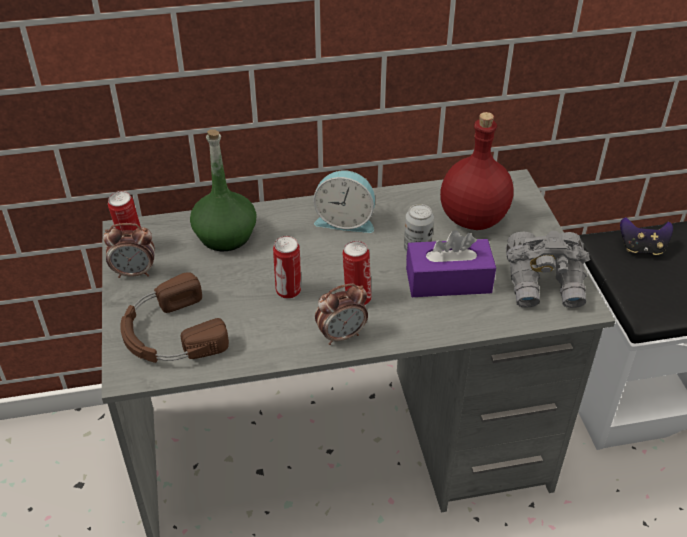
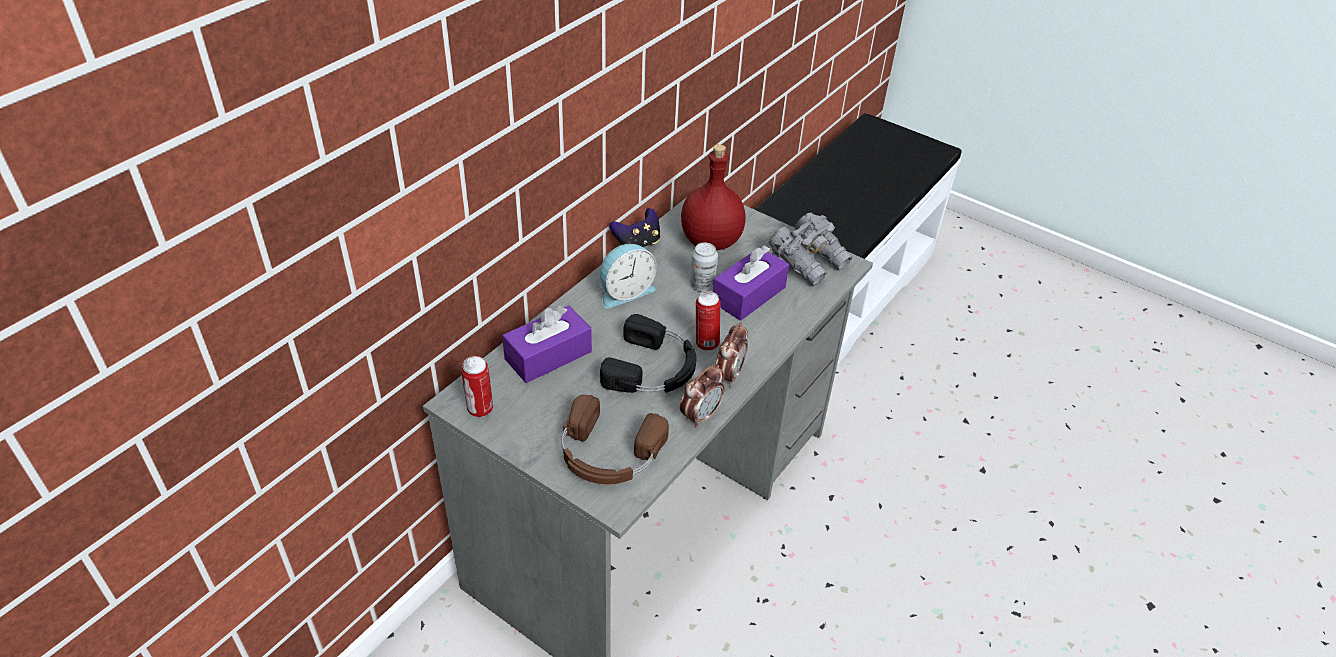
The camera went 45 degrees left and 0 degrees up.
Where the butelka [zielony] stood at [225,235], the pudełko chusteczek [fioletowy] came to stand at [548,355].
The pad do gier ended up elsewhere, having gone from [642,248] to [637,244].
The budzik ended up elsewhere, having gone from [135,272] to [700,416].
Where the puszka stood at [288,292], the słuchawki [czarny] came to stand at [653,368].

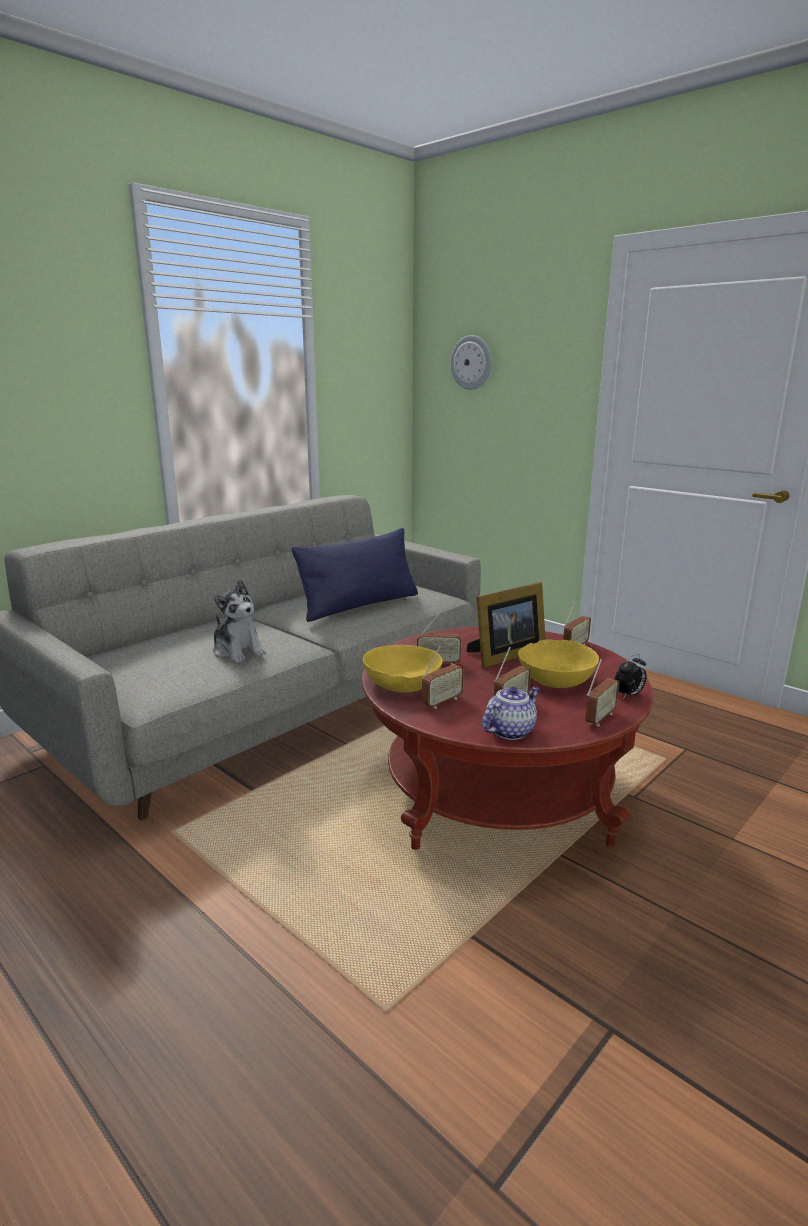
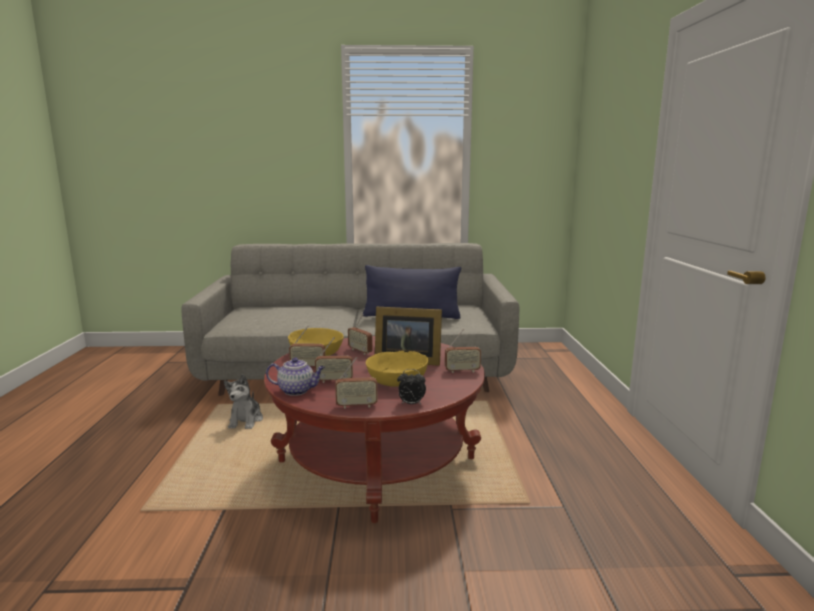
The camera went 45 degrees right and 5 degrees down.
The second view lost the zegar ścienny at [471,362].
The pluszak ended up elsewhere, having gone from [238,651] to [246,421].

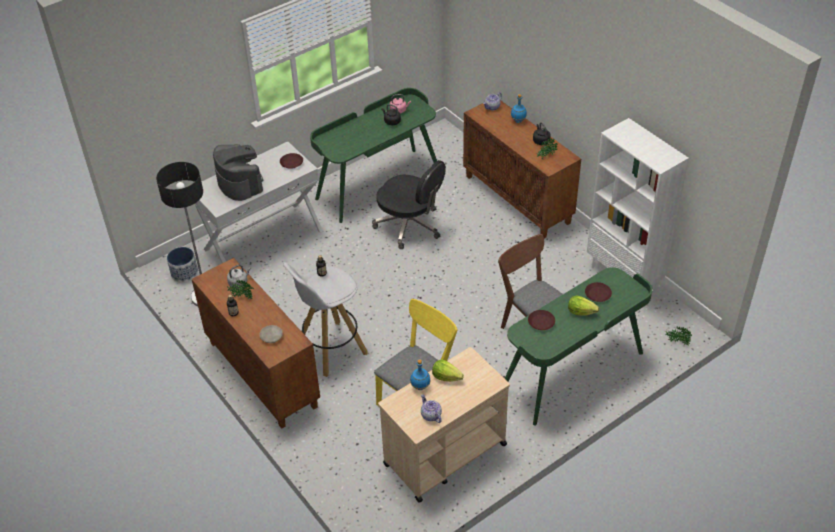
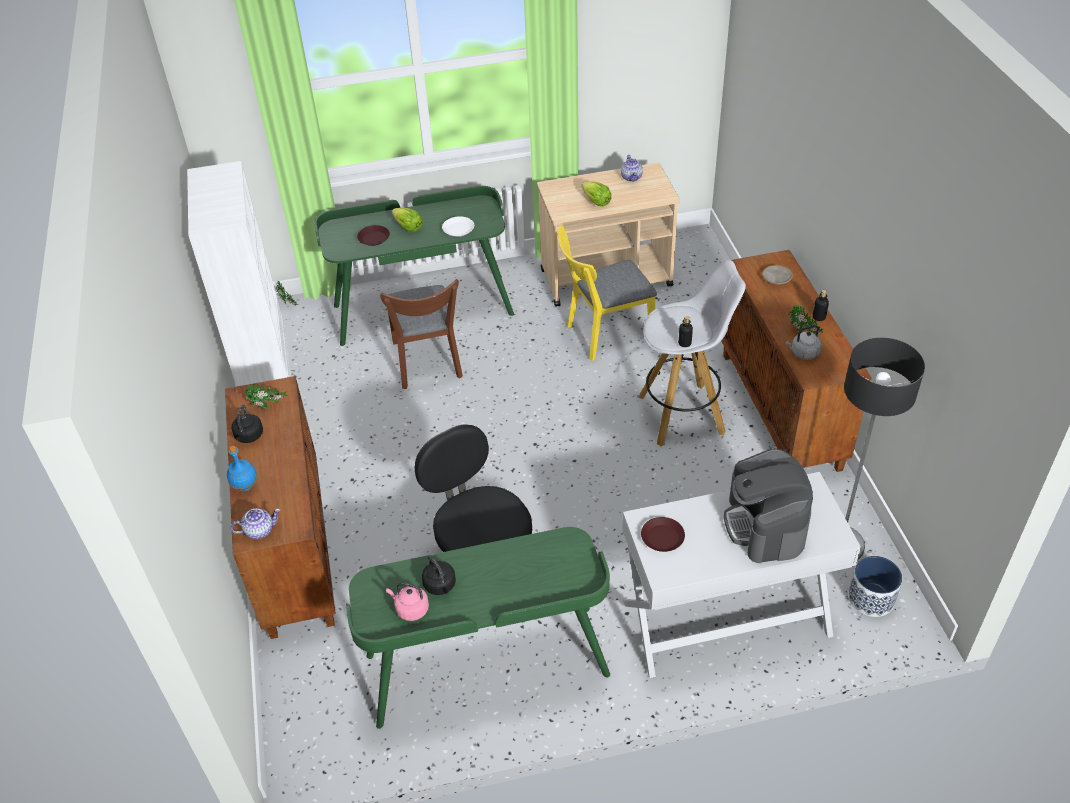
The camera went 155 degrees left and 0 degrees up.
What was the talerz [brązowy] at [541,322] turned into the talerz [biały] at [458,229].
The second view lost the butelka [niebieski] at [420,386].

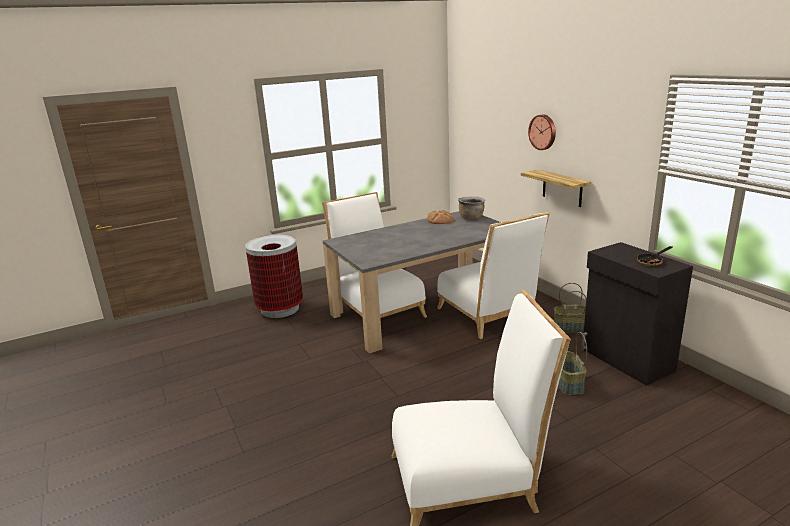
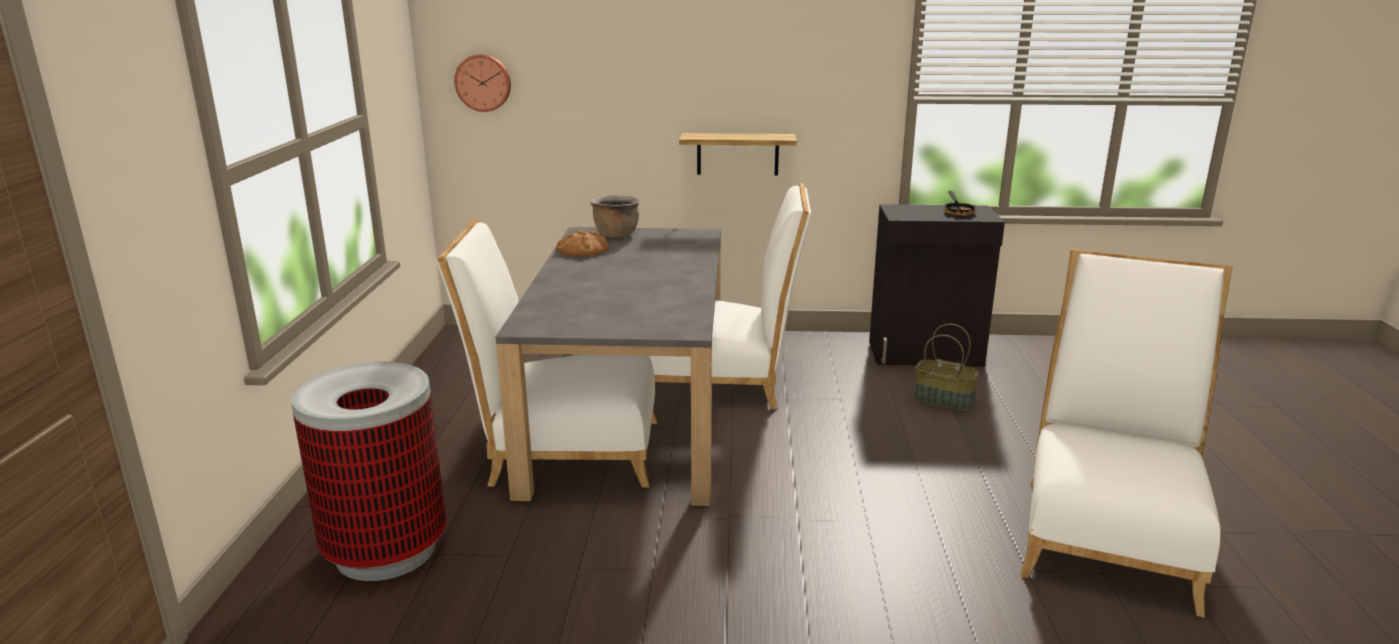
The camera went 60 degrees left and 0 degrees up.
The zegar ścienny ended up elsewhere, having gone from [543,132] to [483,82].
The second view lost the koszyk at [571,328].

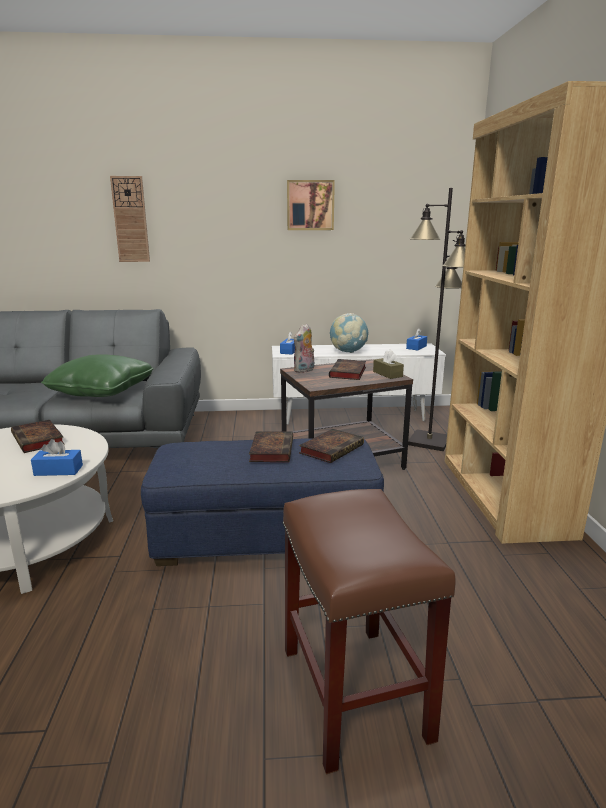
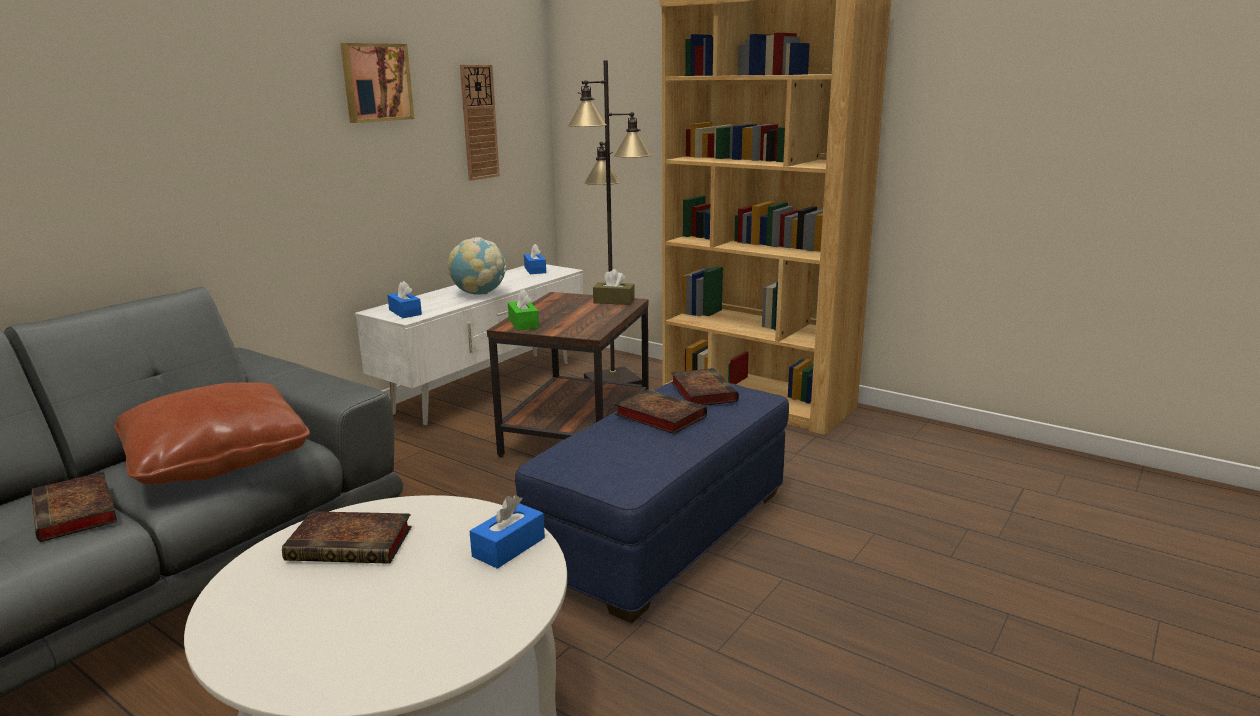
The camera went 50 degrees left and 0 degrees up.
The zegar ścienny ended up elsewhere, having gone from [130,219] to [479,122].
Where the pluszak stood at [304,370], the pudełko chusteczek [zielony] came to stand at [523,323].
What was the poduszka [zielony] at [102,391] turned into the poduszka [brązowy] at [217,459].
The książka ended up elsewhere, having gone from [348,373] to [77,513].
The second view lost the stołek [brązowy] at [355,693].

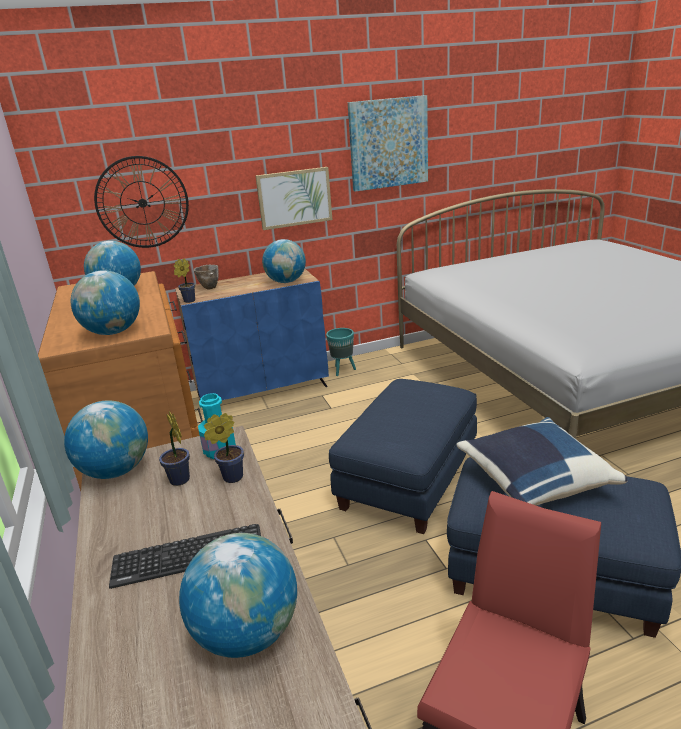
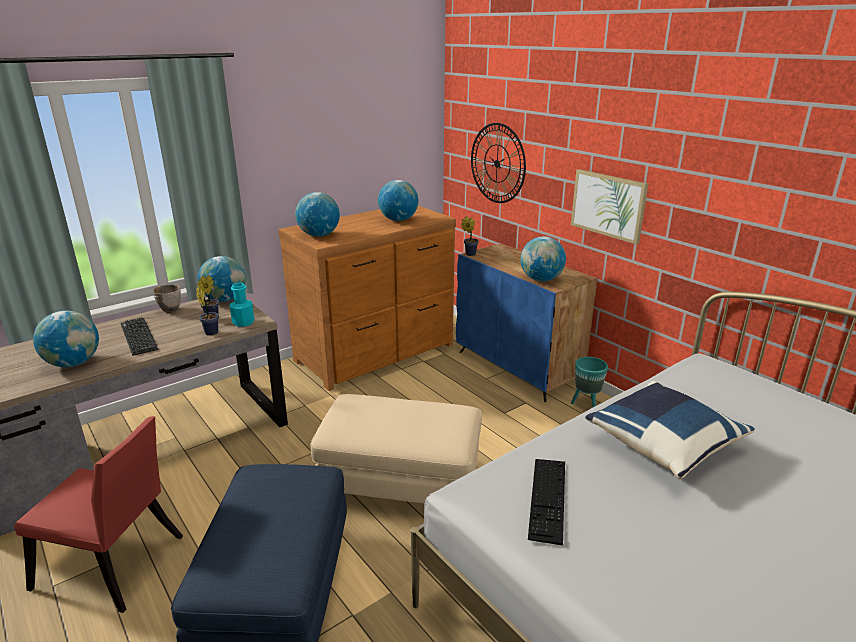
The camera went 70 degrees right and 0 degrees up.
The second view lost the obraz at [388,143].
The miska ended up elsewhere, having gone from [209,287] to [171,310].
What was the pufa [niebieski] at [409,477] turned into the pufa [beżowy] at [401,482].
The poduszka [niebieski] ended up elsewhere, having gone from [533,481] to [662,444].
The second view gained the klawiatura at [547,498].

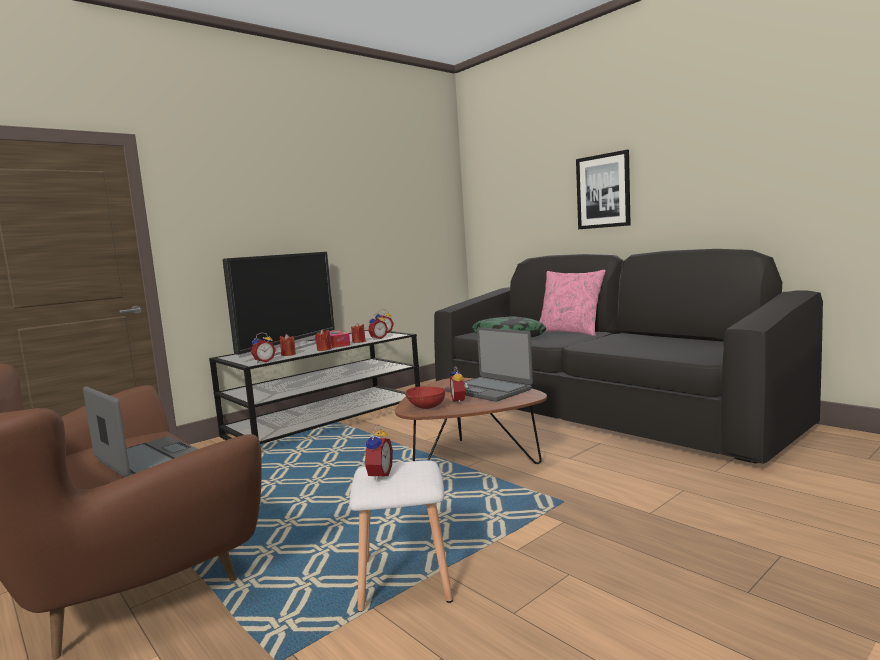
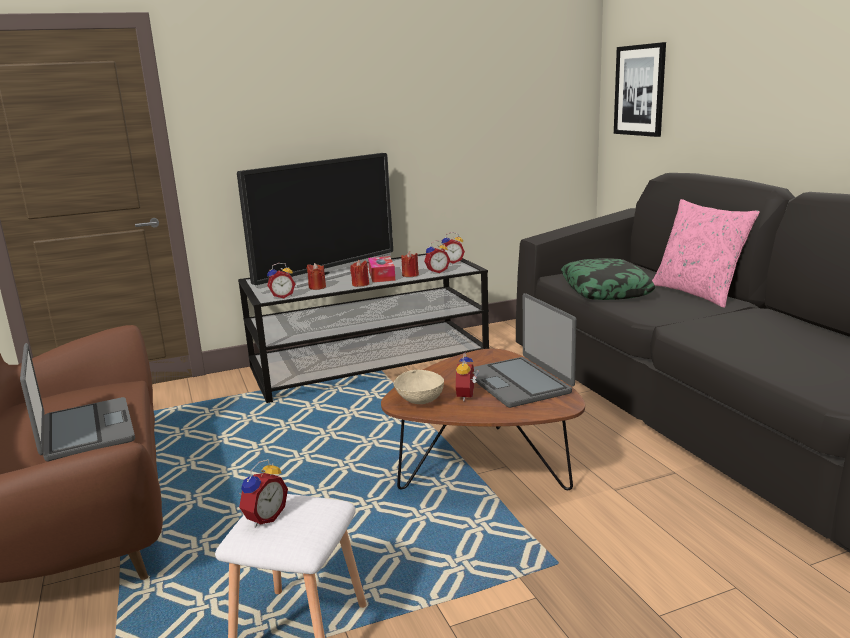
The camera went 20 degrees right and 10 degrees up.
The obraz ended up elsewhere, having gone from [603,191] to [640,90].
What was the miska [czerwony] at [425,407] turned into the miska [beżowy] at [419,400].

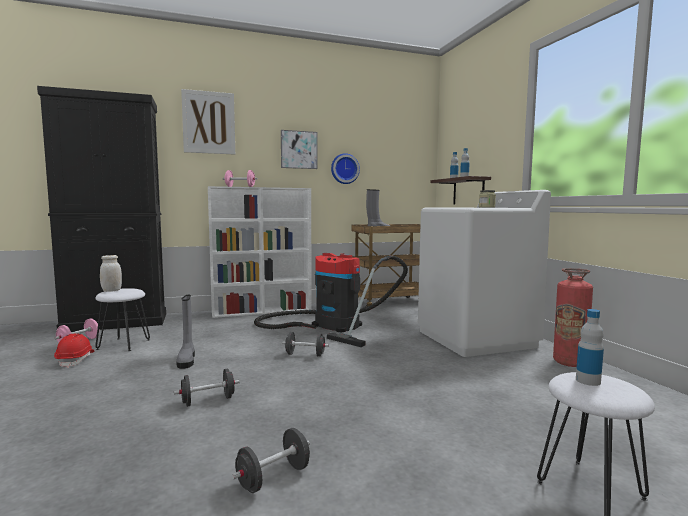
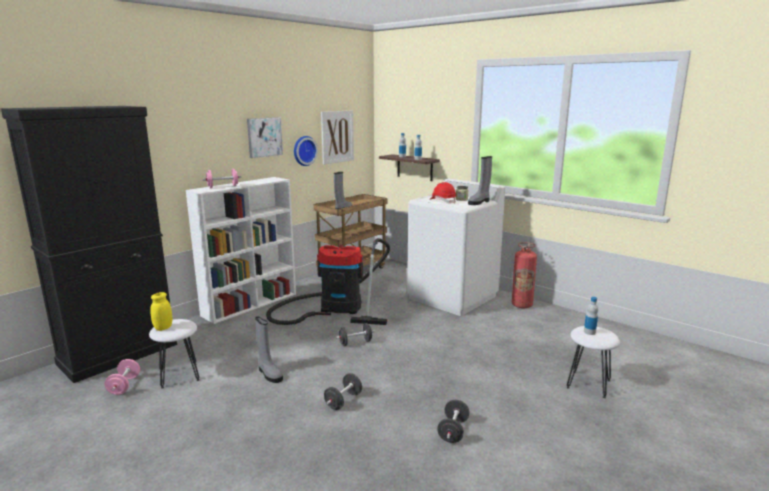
The camera went 30 degrees left and 10 degrees up.
The obraz ended up elsewhere, having gone from [209,122] to [337,137].
What was the słoik [biały] at [111,290] turned into the słoik [żółty] at [163,328].
The kask [czerwony] ended up elsewhere, having gone from [76,360] to [443,201].
The second view gained the but z cholewką [szary] at [479,202].

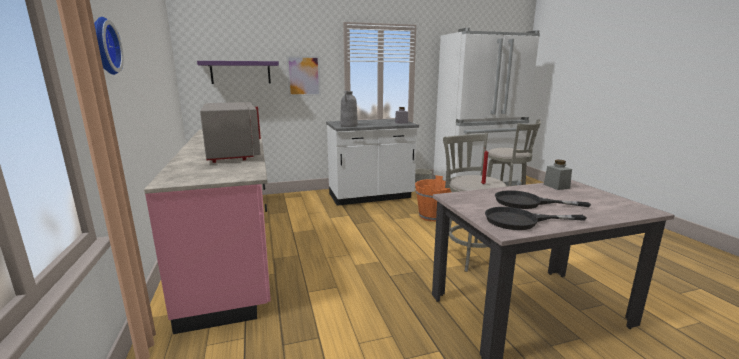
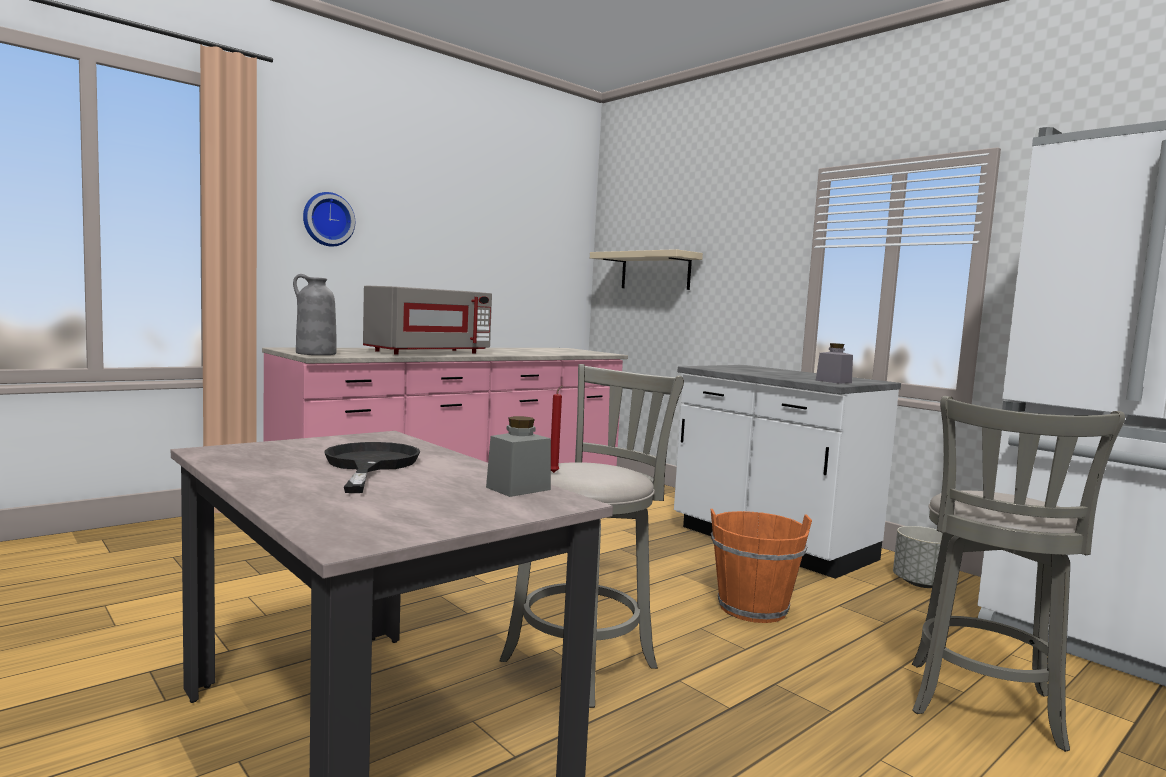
The camera went 65 degrees right and 10 degrees down.
The second view lost the obraz at [303,76].
What was the półka [fioletowy] at [240,72] turned into the półka [beżowy] at [655,271].
The wazon [szary] ended up elsewhere, having gone from [349,126] to [315,353].
The second view lost the patelnia [czarny] at [520,220].

